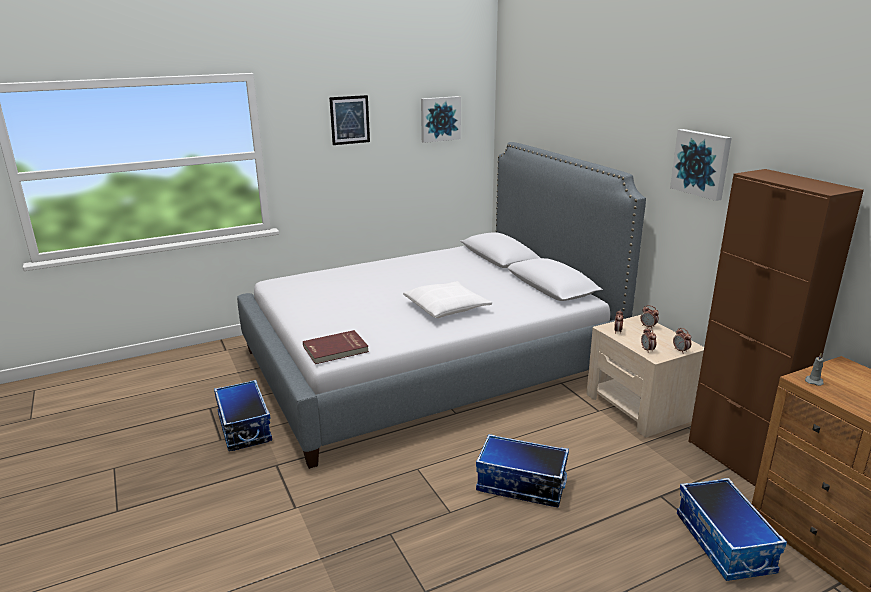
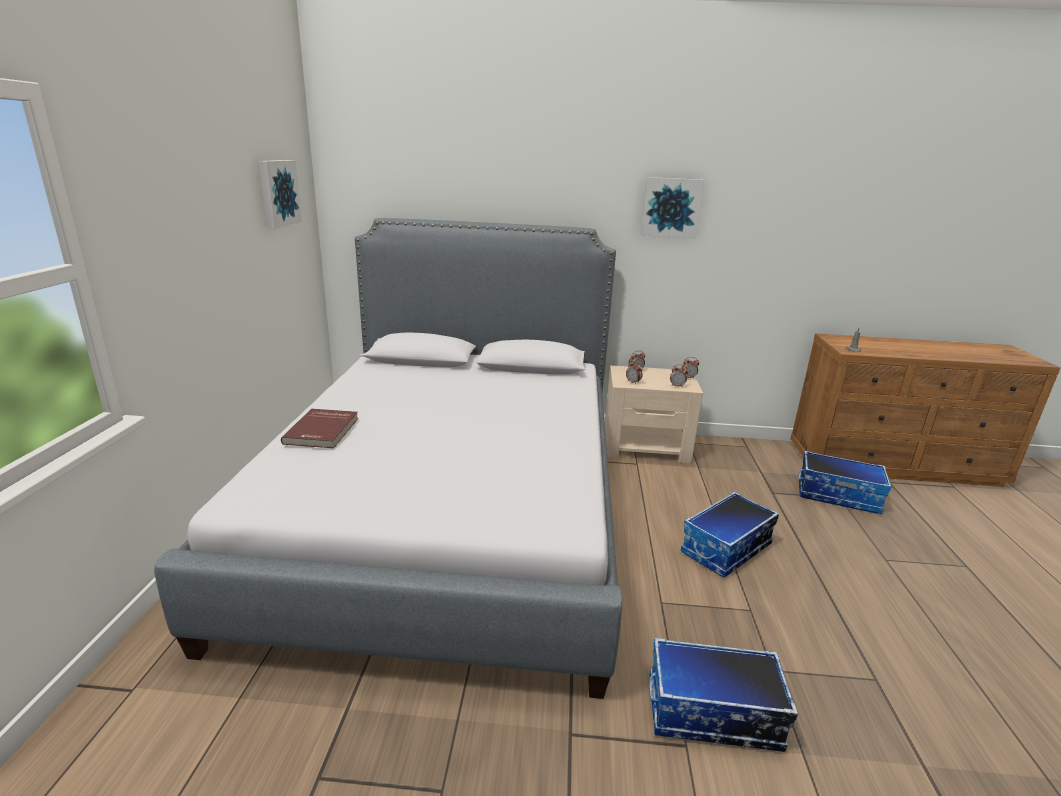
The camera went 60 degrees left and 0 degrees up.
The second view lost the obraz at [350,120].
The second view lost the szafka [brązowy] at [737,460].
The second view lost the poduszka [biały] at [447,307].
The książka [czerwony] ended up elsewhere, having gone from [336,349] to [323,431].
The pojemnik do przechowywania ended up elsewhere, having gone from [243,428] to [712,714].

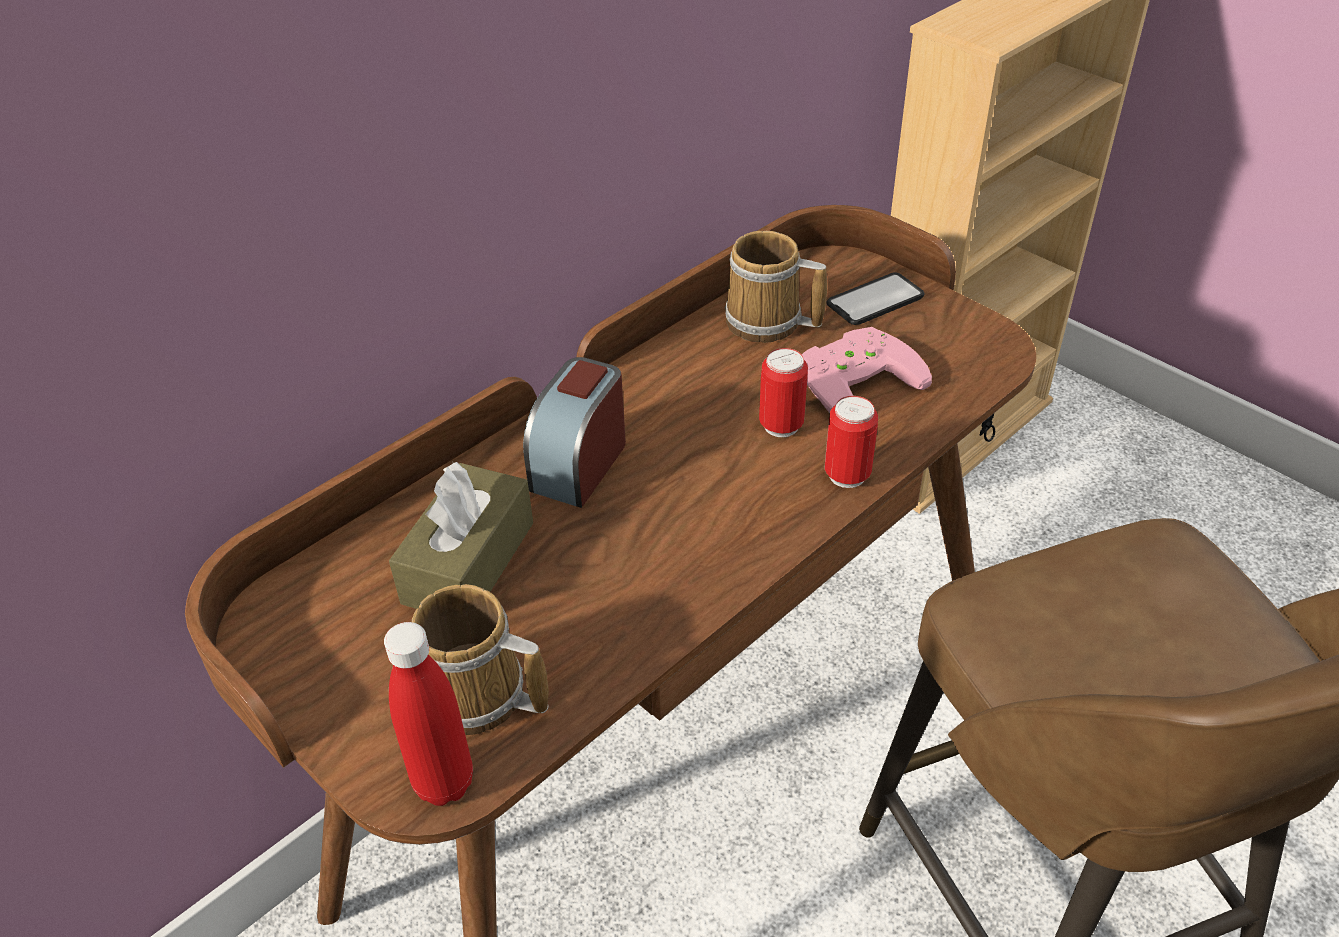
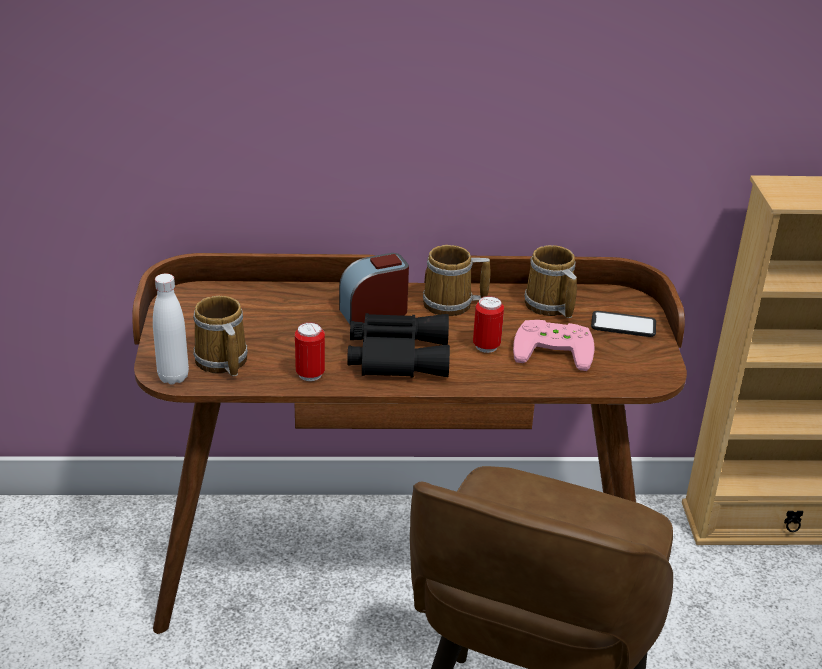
The camera went 40 degrees right and 10 degrees down.
The puszka ended up elsewhere, having gone from [847,475] to [310,374].
The second view lost the pudełko chusteczek [brązowy] at [469,562].
What was the butelka [czerwony] at [444,783] turned into the butelka [biały] at [173,377].
The second view gained the kubek at [451,304].
The second view gained the lornetka [czarny] at [397,354].

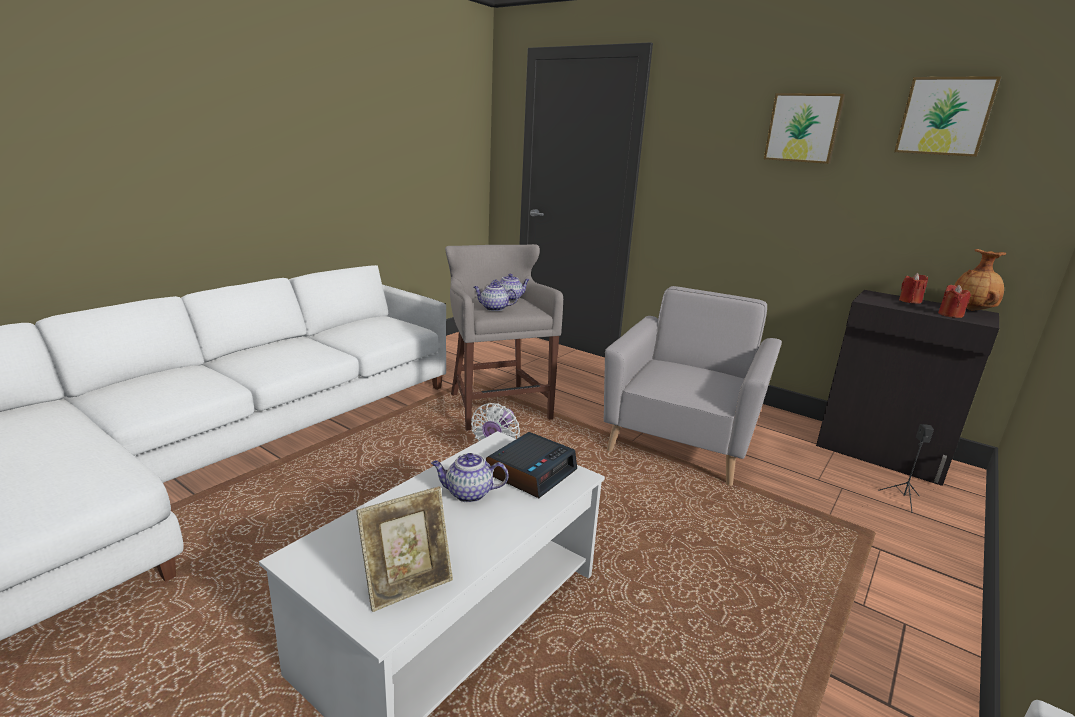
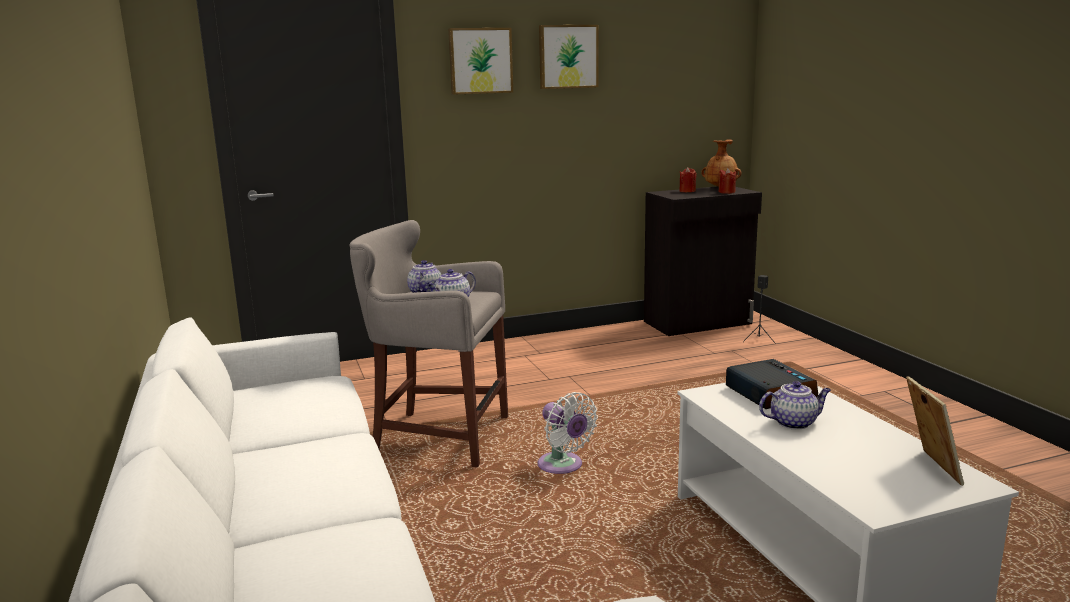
The camera went 55 degrees left and 5 degrees down.
The obraz ended up elsewhere, having gone from [945,116] to [480,61].
The second view lost the fotel [szary] at [682,440].
The imbryk at [468,493] ended up facing another way, 135 degrees counterclockwise from before.

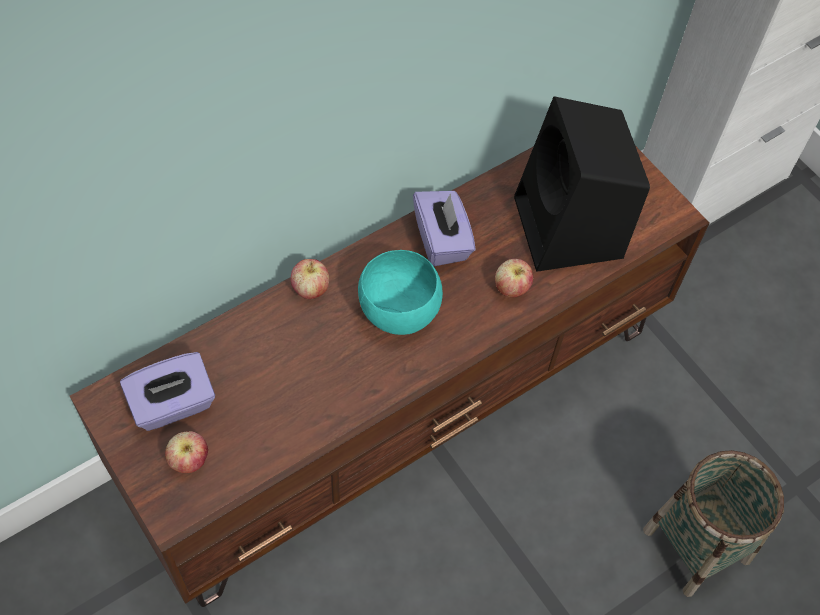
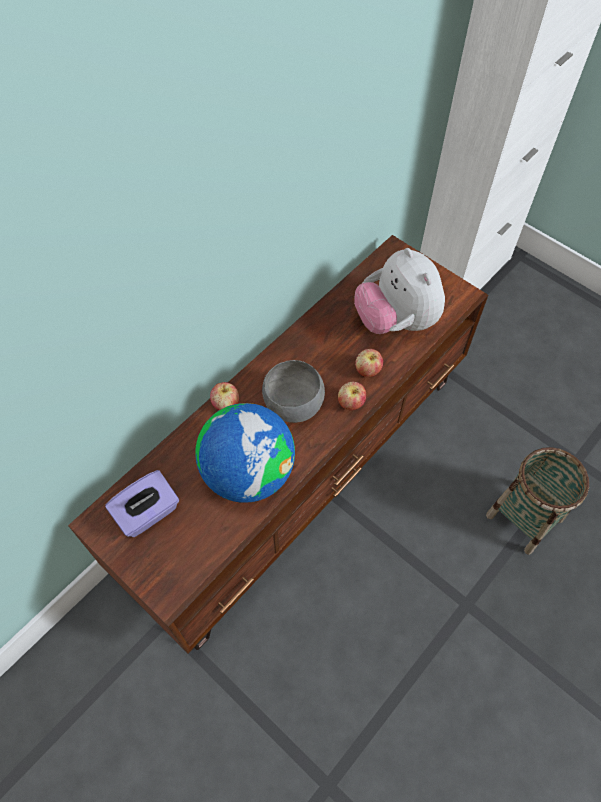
The camera went 10 degrees left and 0 degrees up.
Where the głośnik [czarny] stood at [570,230], the pluszak came to stand at [396,321].
The second view lost the pudełko chusteczek [fioletowy] at [442,240].
What was the miska [turkusowy] at [397,312] turned into the miska [szary] at [292,406].
The jabłko ended up elsewhere, having gone from [189,461] to [351,403].
The second view gained the globus at [248,473].

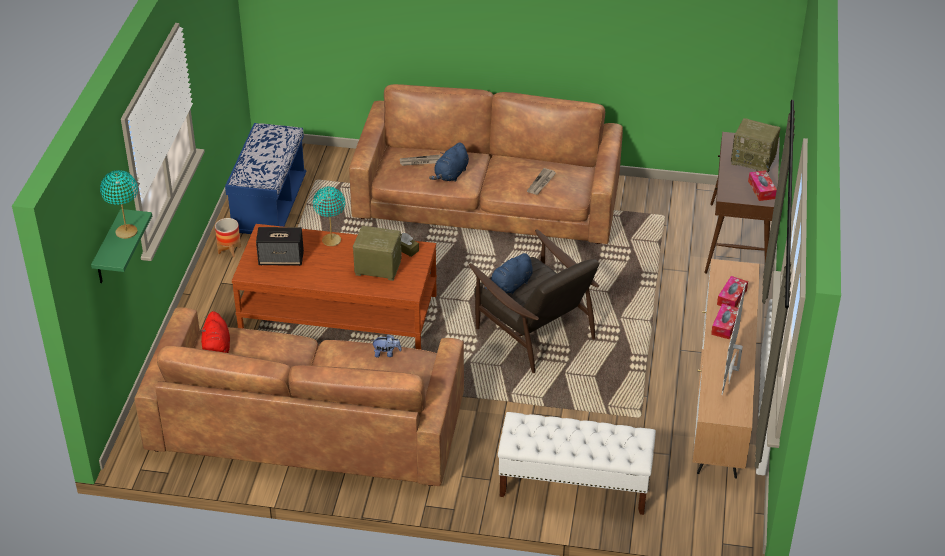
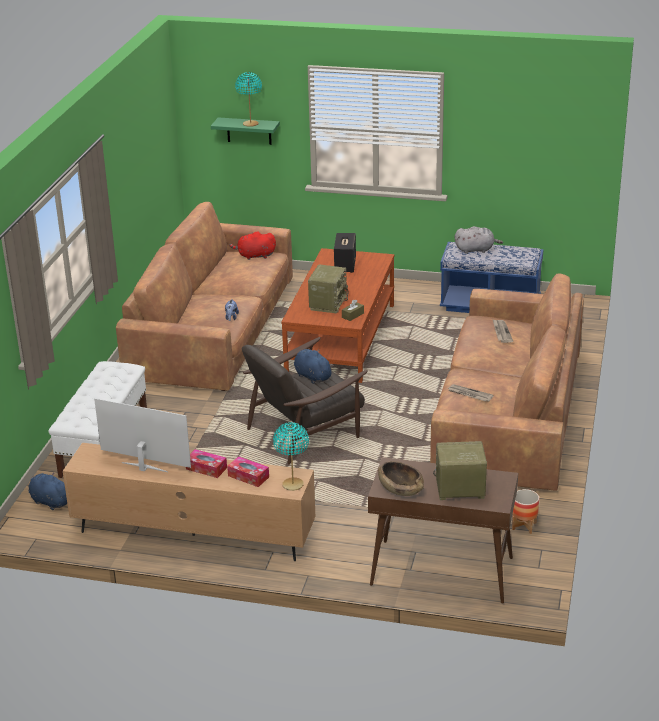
The camera went 95 degrees right and 10 degrees down.
The radio at [754,160] ended up facing another way, 60 degrees clockwise from before.
The pluszak [niebieski] ended up elsewhere, having gone from [451,175] to [50,501].
Where the pudełko chusteczek stood at [761,190], the miska [brązowy] came to stand at [401,488].
The lampa stołowa [turkusowy] ended up elsewhere, having gone from [331,240] to [292,485].
The donica ended up elsewhere, having gone from [229,250] to [524,526].
The second view gained the pluszak [szary] at [476,250].

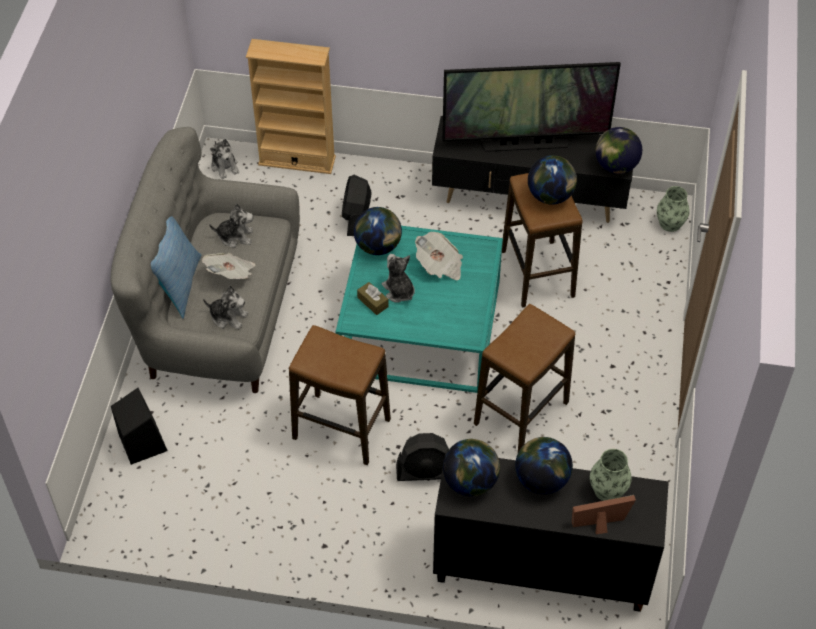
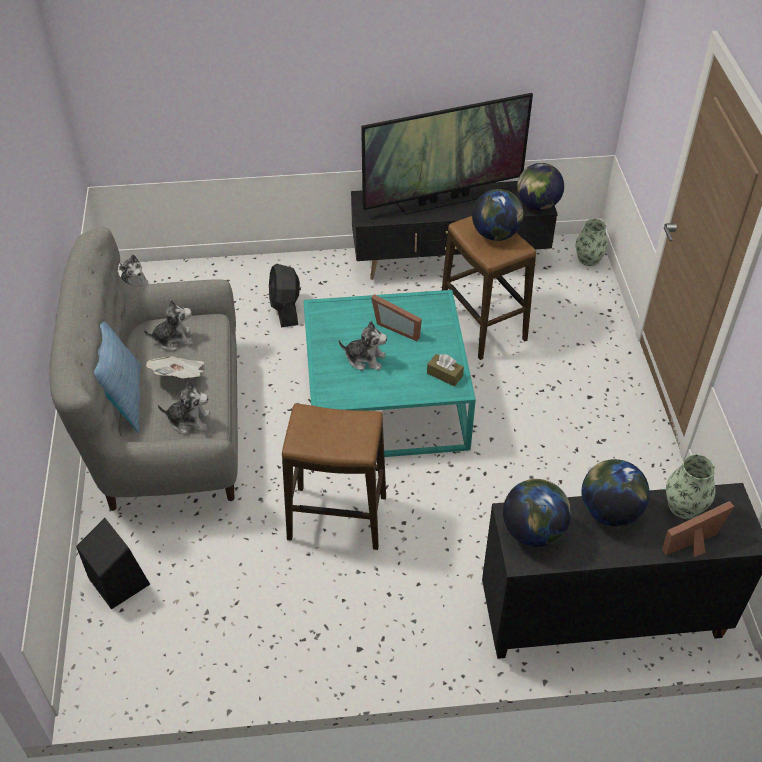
The camera went 15 degrees left and 5 degrees down.
The second view lost the regał [beżowy] at [297,160].
The second view lost the globus at [378,246].
Where the gazeta stood at [439,265], the ramka na zdjęcie came to stand at [398,327].
The pluszak at [399,291] ended up facing another way, 150 degrees clockwise from before.
The pudełko chusteczek [brązowy] ended up elsewhere, having gone from [372,302] to [444,374].
The second view lost the stołek at [521,414].
The second view lost the wentylator [czarny] at [425,472].

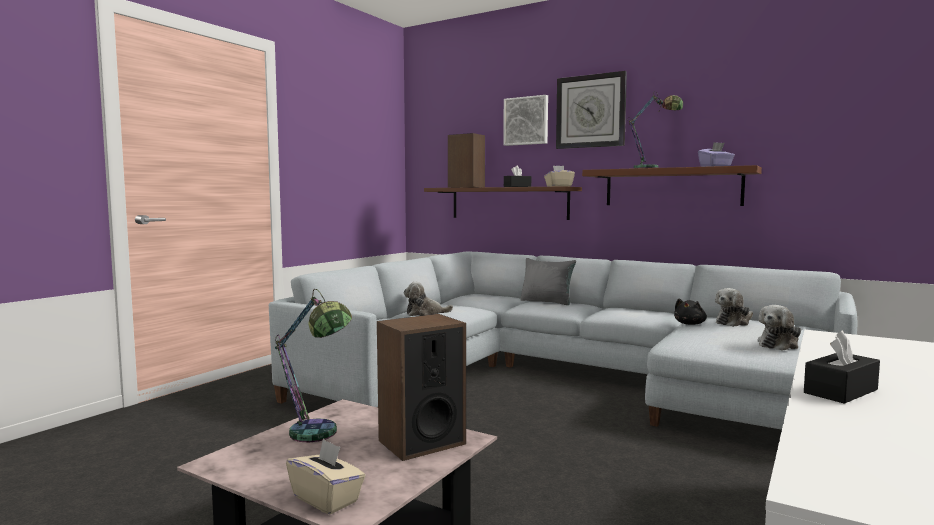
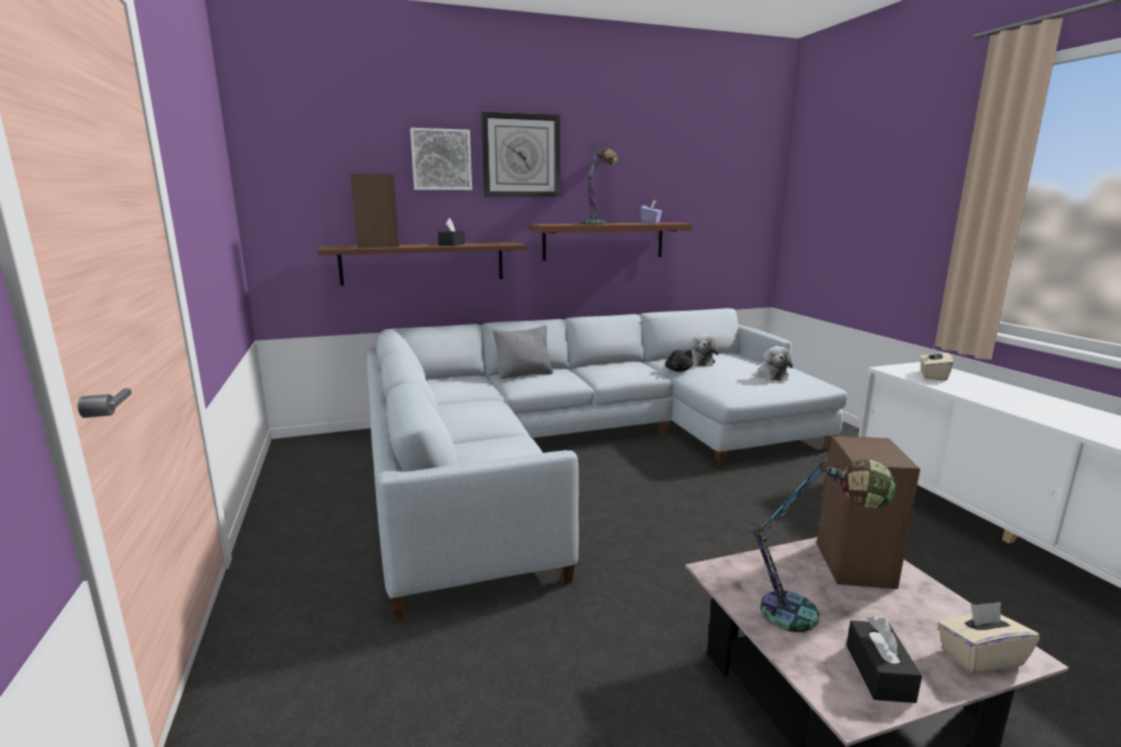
The camera went 50 degrees left and 10 degrees up.
The pudełko chusteczek [beżowy] ended up elsewhere, having gone from [559,186] to [932,376].
The second view lost the pluszak at [425,313].
The pudełko chusteczek [czarny] ended up elsewhere, having gone from [840,391] to [879,672].

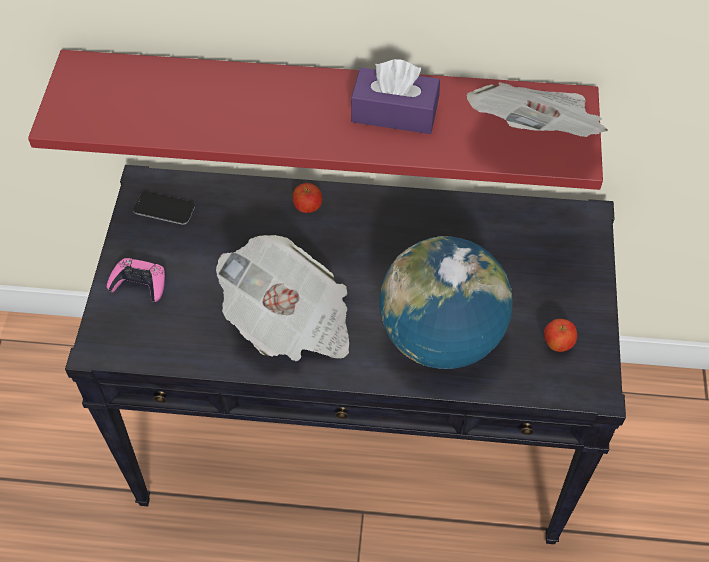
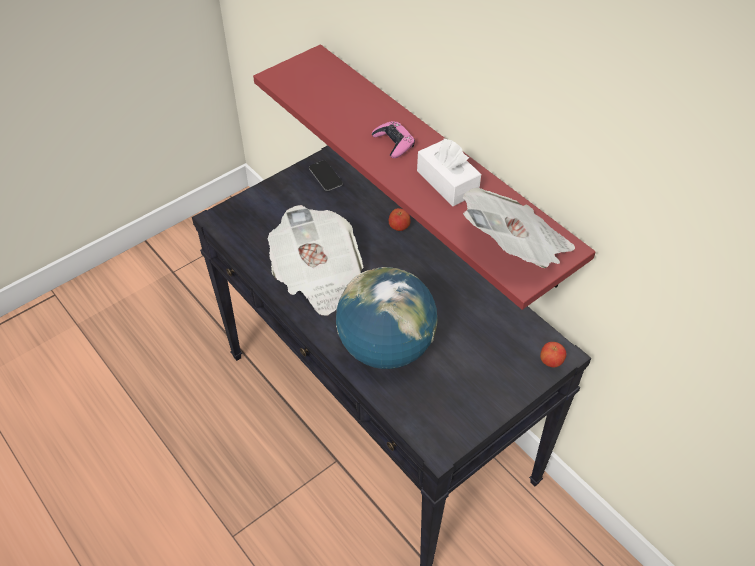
The camera went 45 degrees right and 5 degrees down.
What was the pudełko chusteczek [fioletowy] at [394,113] turned into the pudełko chusteczek [biały] at [447,182].
The pad do gier [różowy] ended up elsewhere, having gone from [139,283] to [394,143].
The jabłko ended up elsewhere, having gone from [557,343] to [550,361].

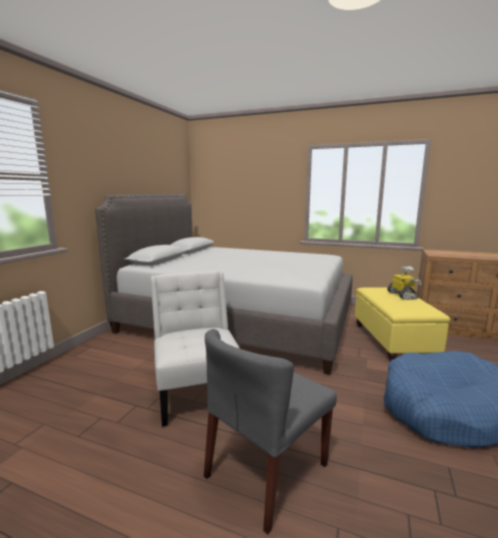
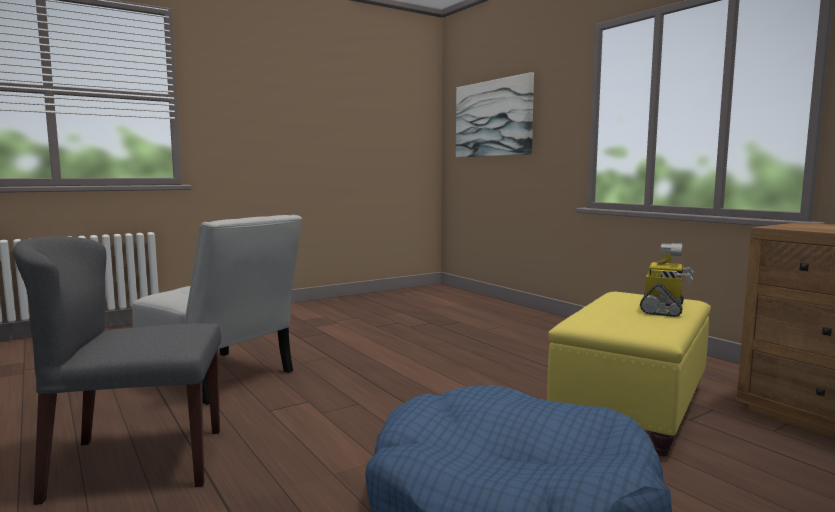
The camera went 35 degrees right and 5 degrees down.
The second view lost the łóżko [szary] at [239,320].
The krzesło [biały] at [197,390] ended up facing another way, 105 degrees clockwise from before.
The second view gained the obraz at [493,118].

